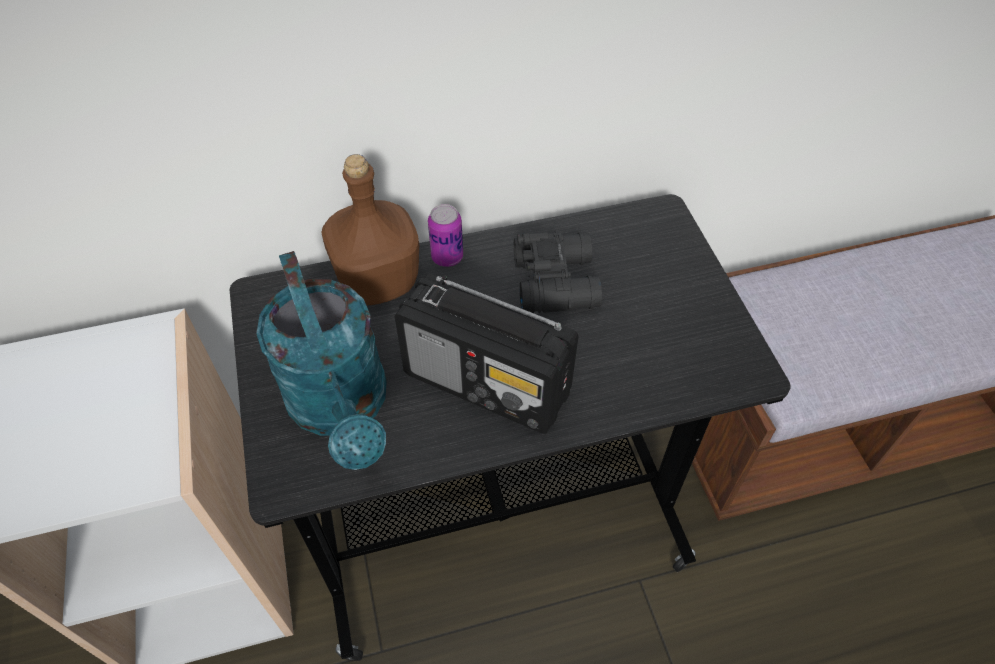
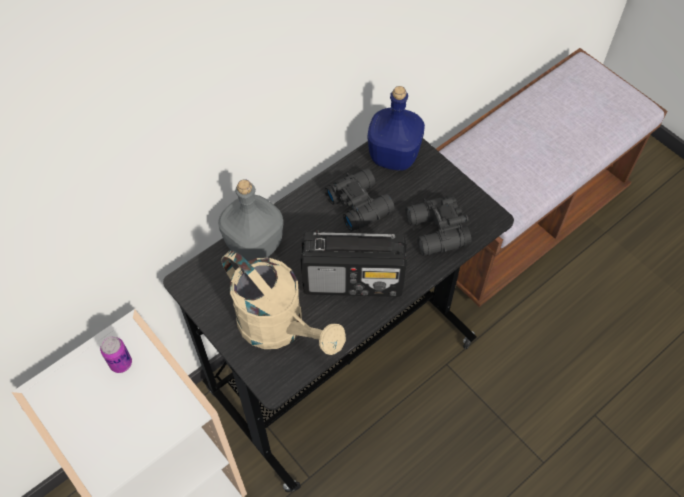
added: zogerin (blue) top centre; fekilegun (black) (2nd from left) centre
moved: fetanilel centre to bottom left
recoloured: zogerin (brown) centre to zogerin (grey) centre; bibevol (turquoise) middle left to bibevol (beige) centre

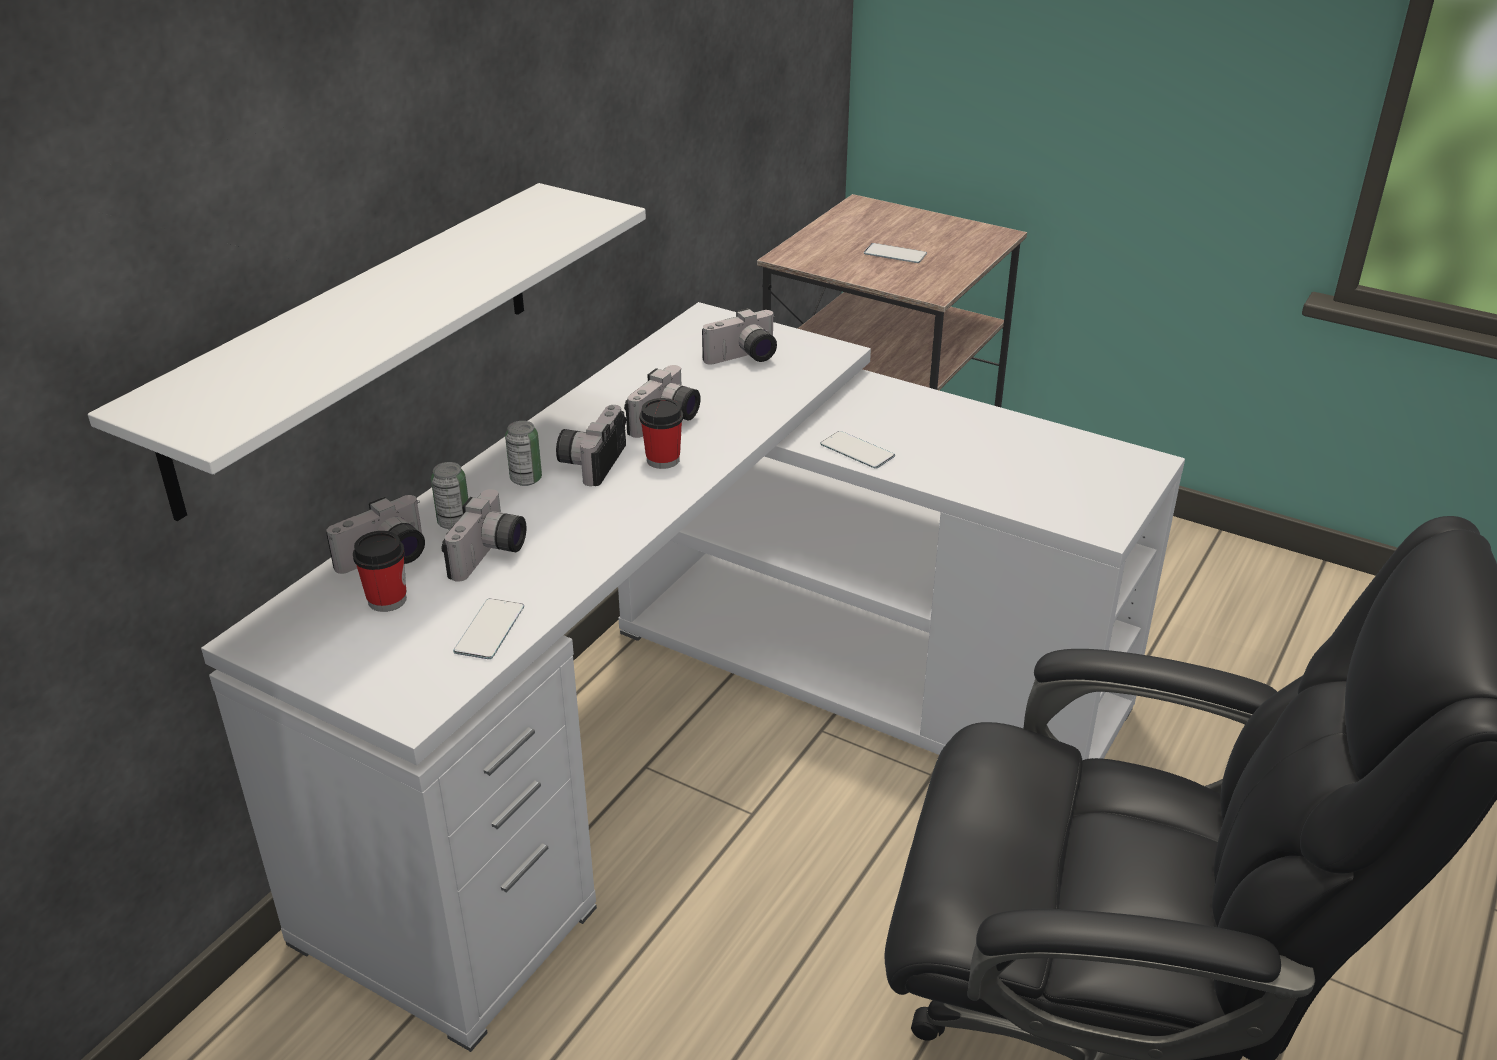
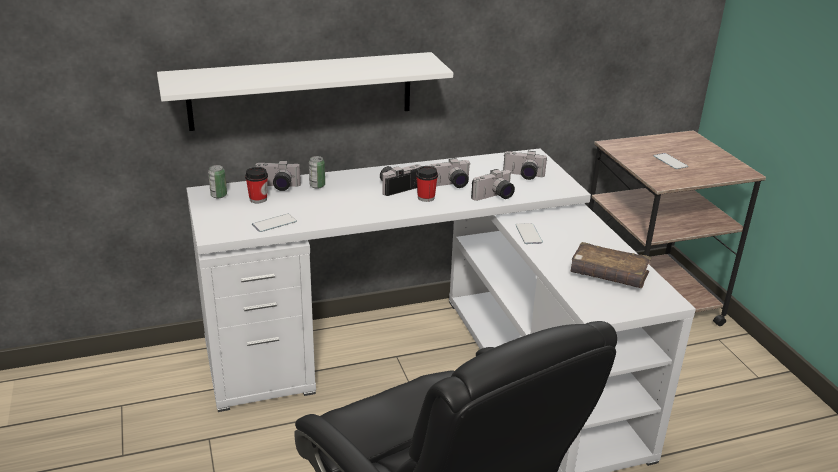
added: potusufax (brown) middle right
moved: fetanilel (2nd from left in the first image) centre to fetanilel (1st from left) middle left; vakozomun (2nd from left in the first image) middle left to vakozomun (4th from left) centre

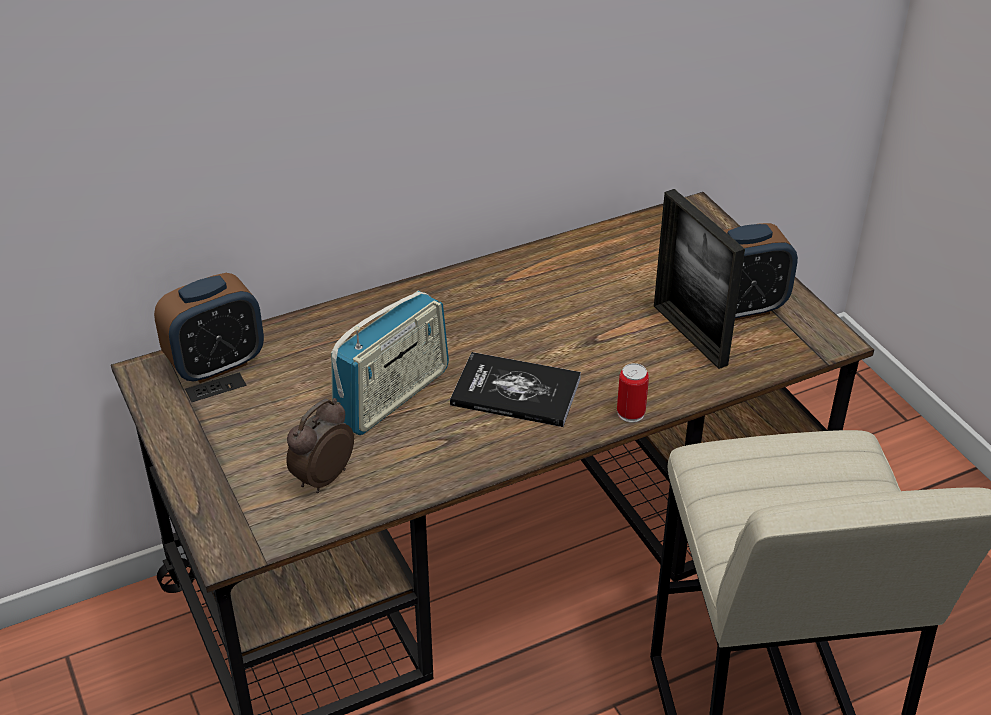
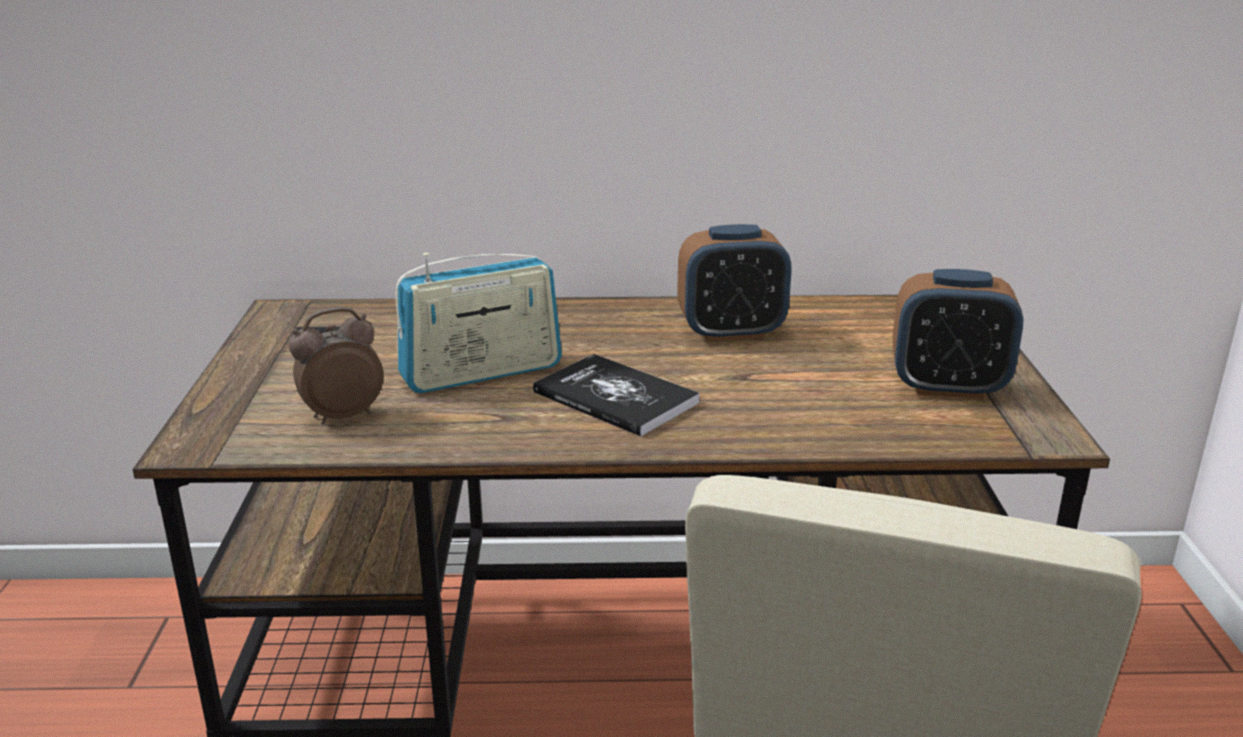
removed: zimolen middle right; fetanilel centre
moved: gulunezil (1st from left in the first image) middle left to gulunezil (2nd from left) centre

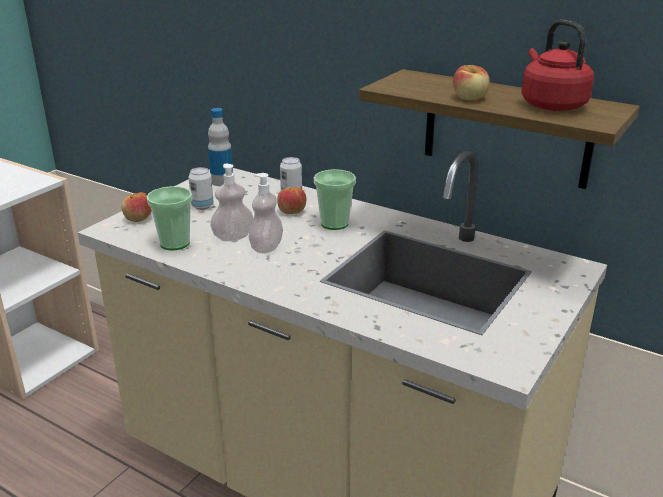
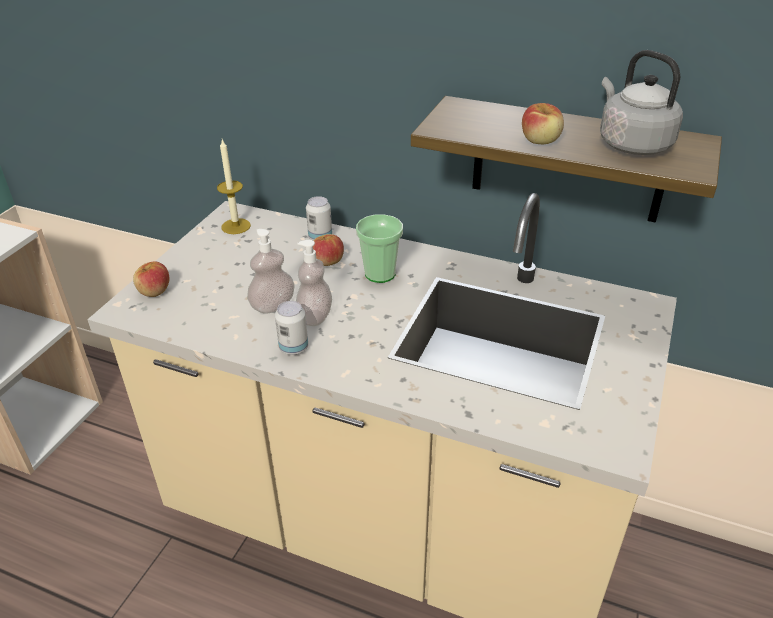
removed: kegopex (1st from left) middle left
moved: fetanilel (1st from left) middle left to centre
replaced: zogerin top left to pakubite top left
recoloured: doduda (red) top right to doduda (grey) top right

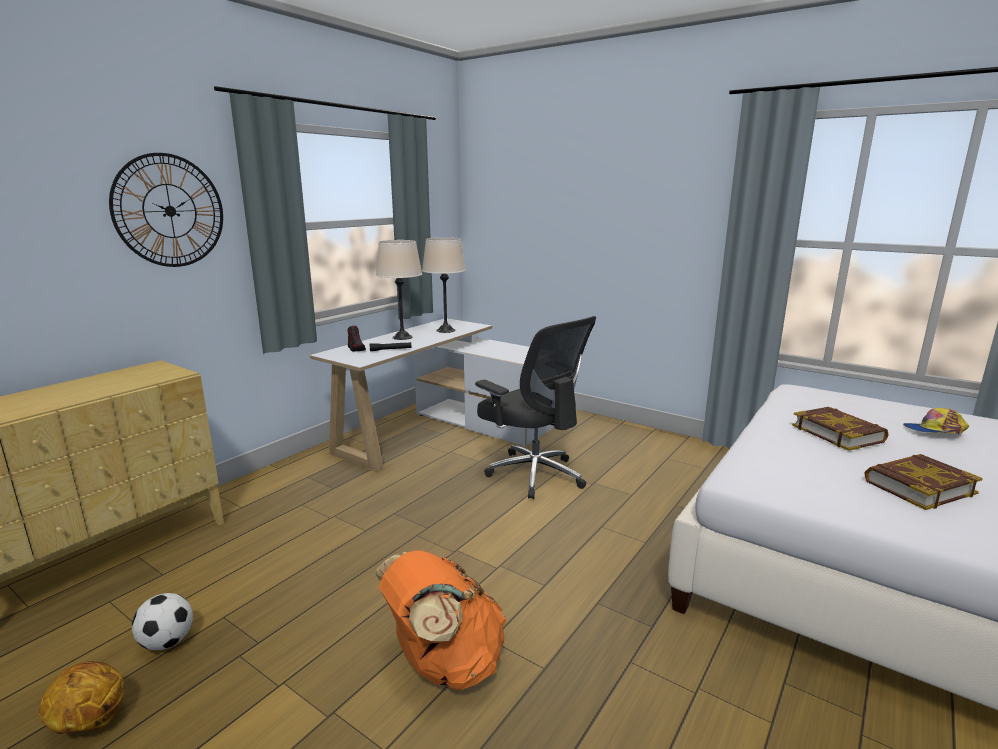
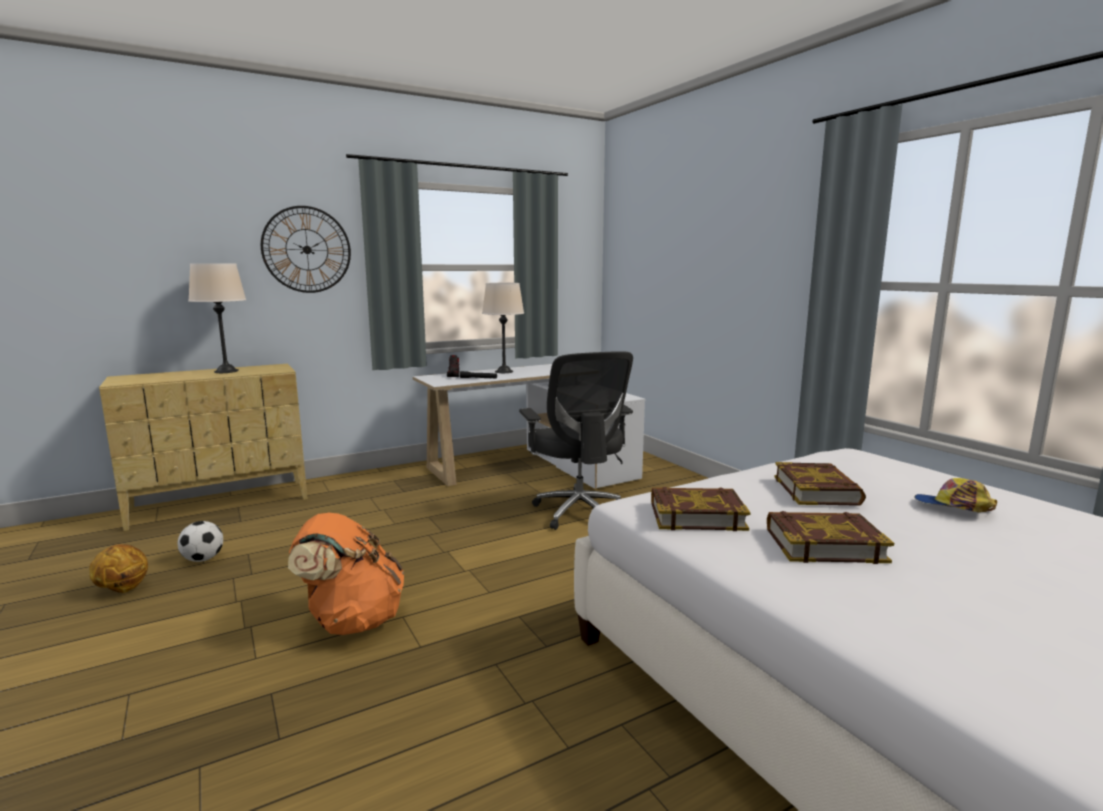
added: potusufax (1st from left) centre
moved: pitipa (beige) (2nd from left in the first image) centre to pitipa (beige) (1st from left) middle left

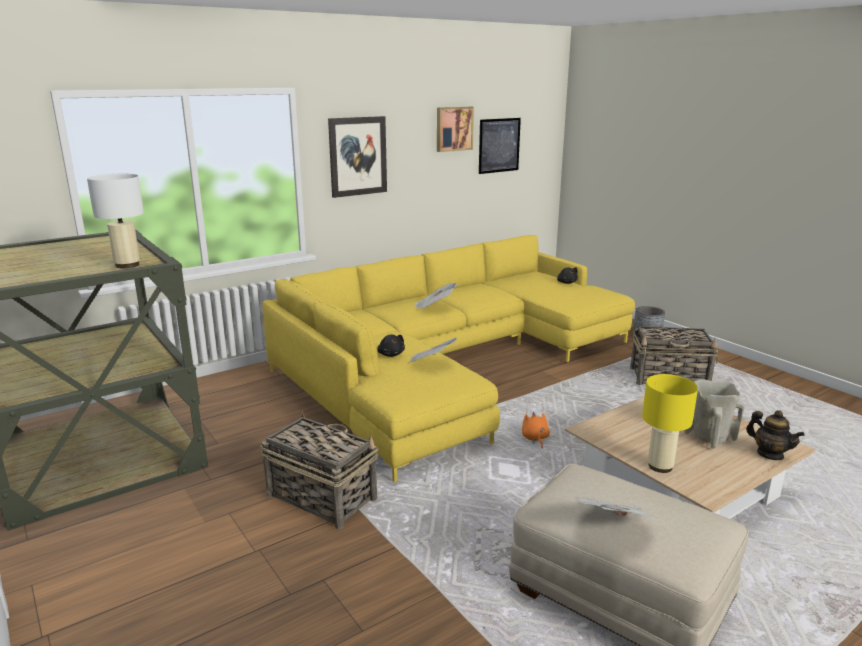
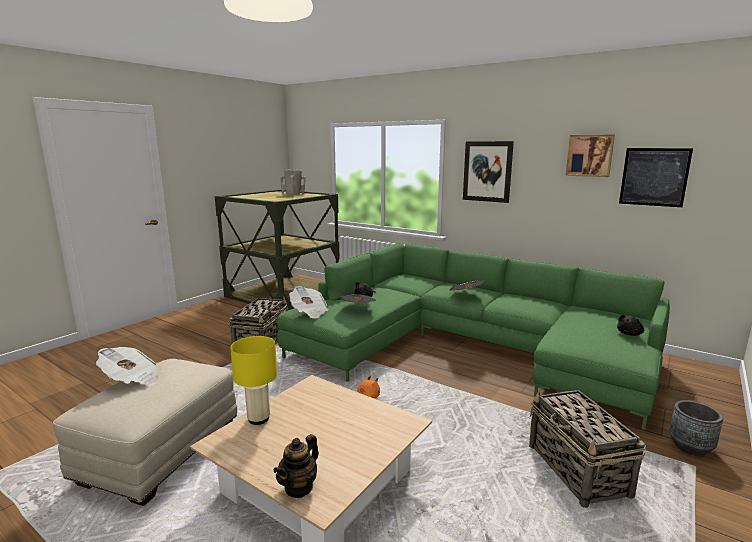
removed: pitipa (white) middle left
added: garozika (2nd from left) centre
moved: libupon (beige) middle right to centre
recoloured: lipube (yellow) centre to lipube (green) centre

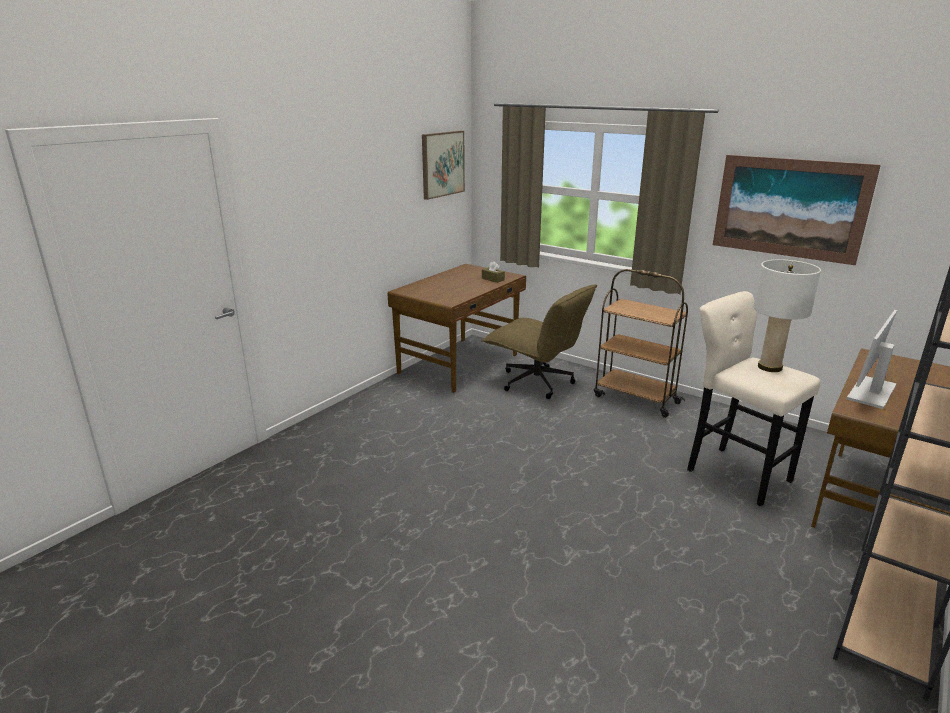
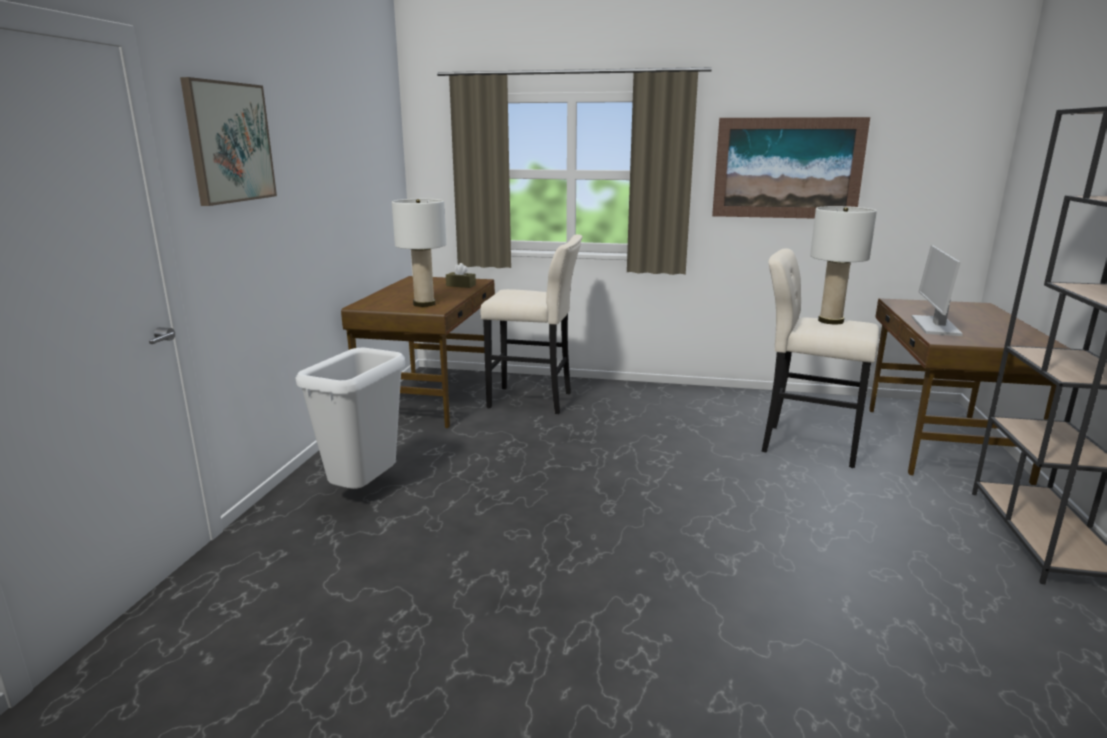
removed: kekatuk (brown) middle right
added: pitipa (white) (1st from left) centre; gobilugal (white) middle left
moved: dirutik (1st from left) top centre to top left
replaced: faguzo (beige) centre to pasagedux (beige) (1st from left) centre

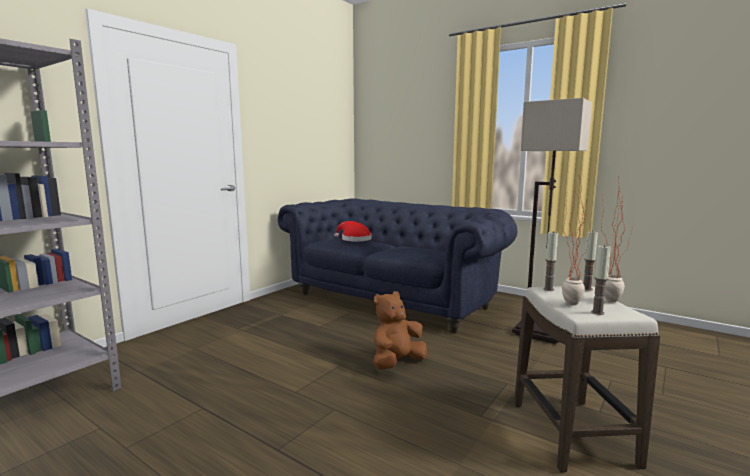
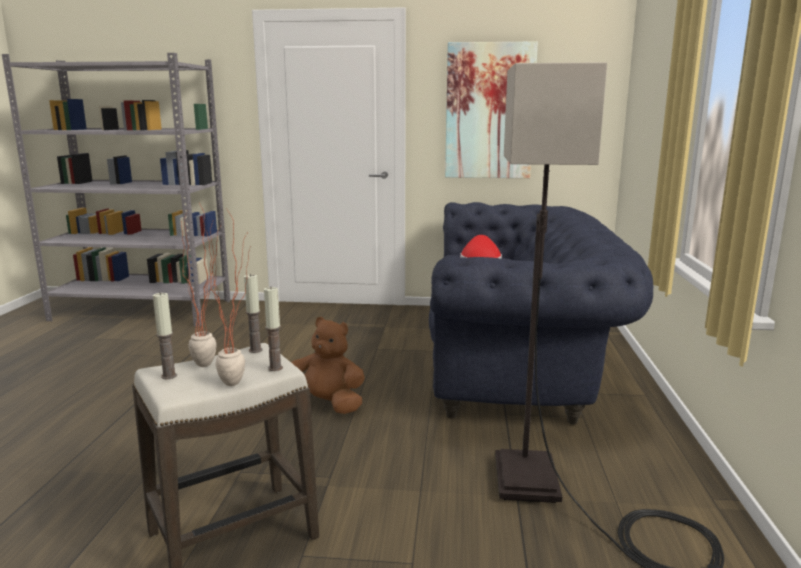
added: dirutik top centre

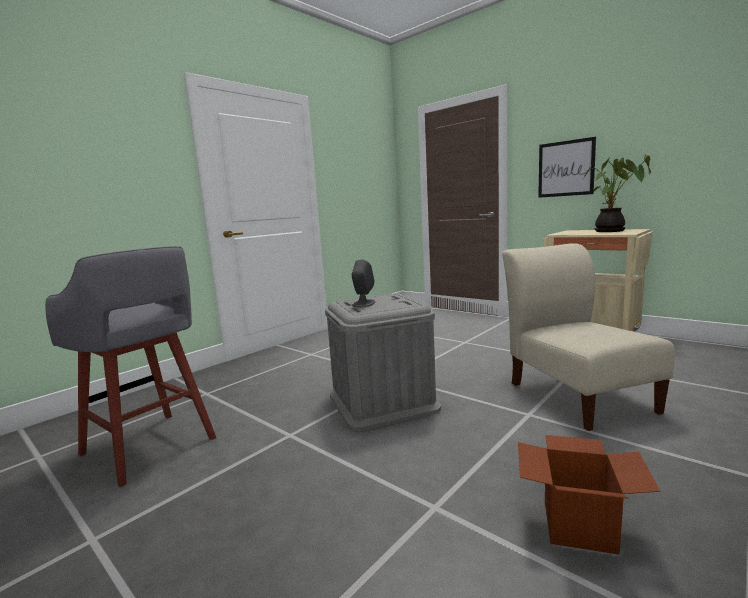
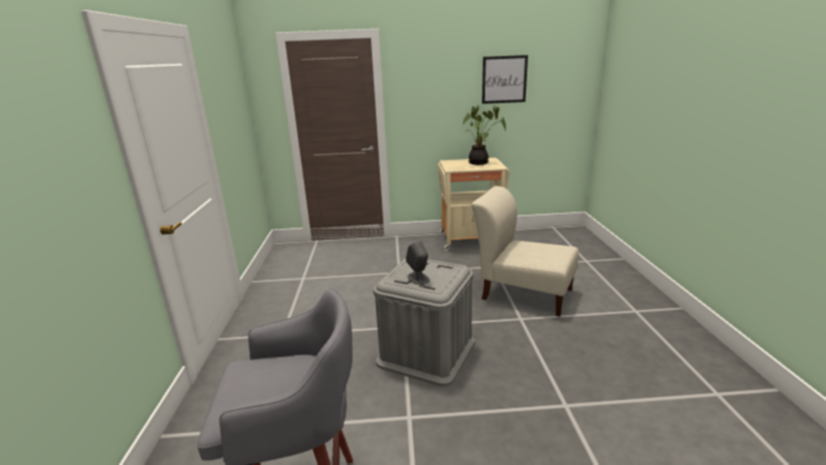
removed: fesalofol bottom right
moved: dirutik top right to top centre

